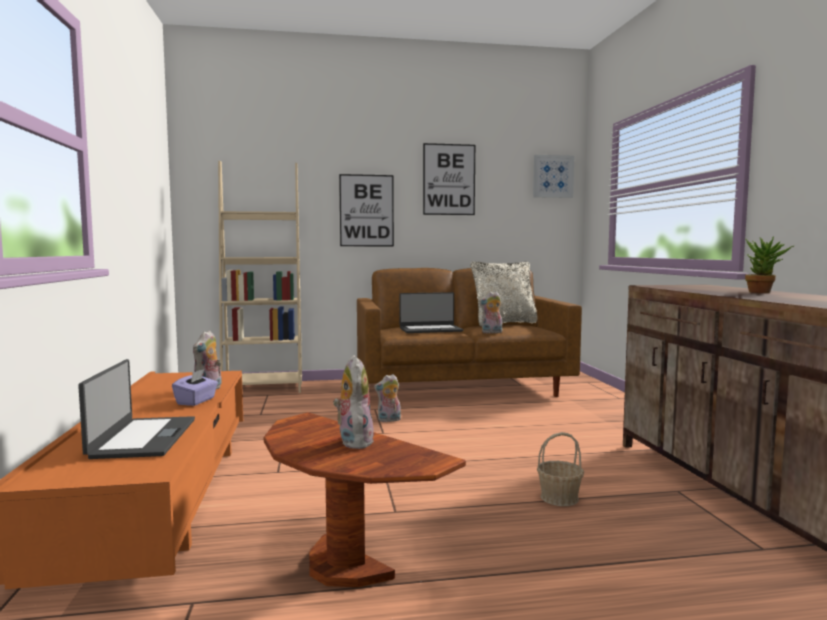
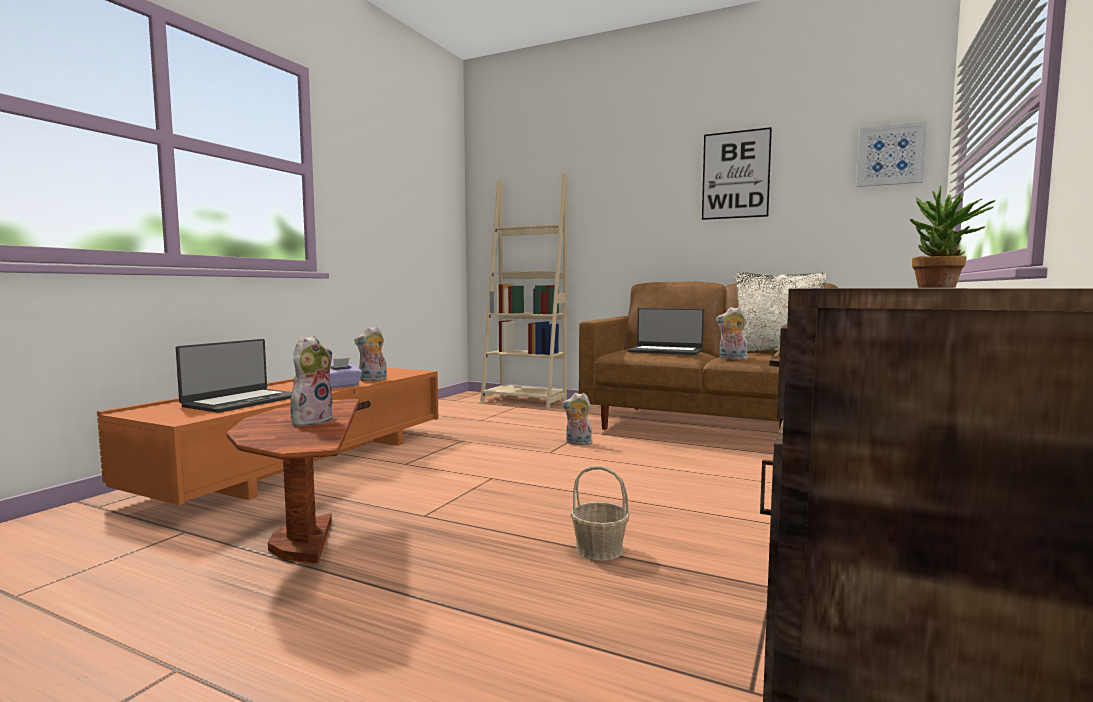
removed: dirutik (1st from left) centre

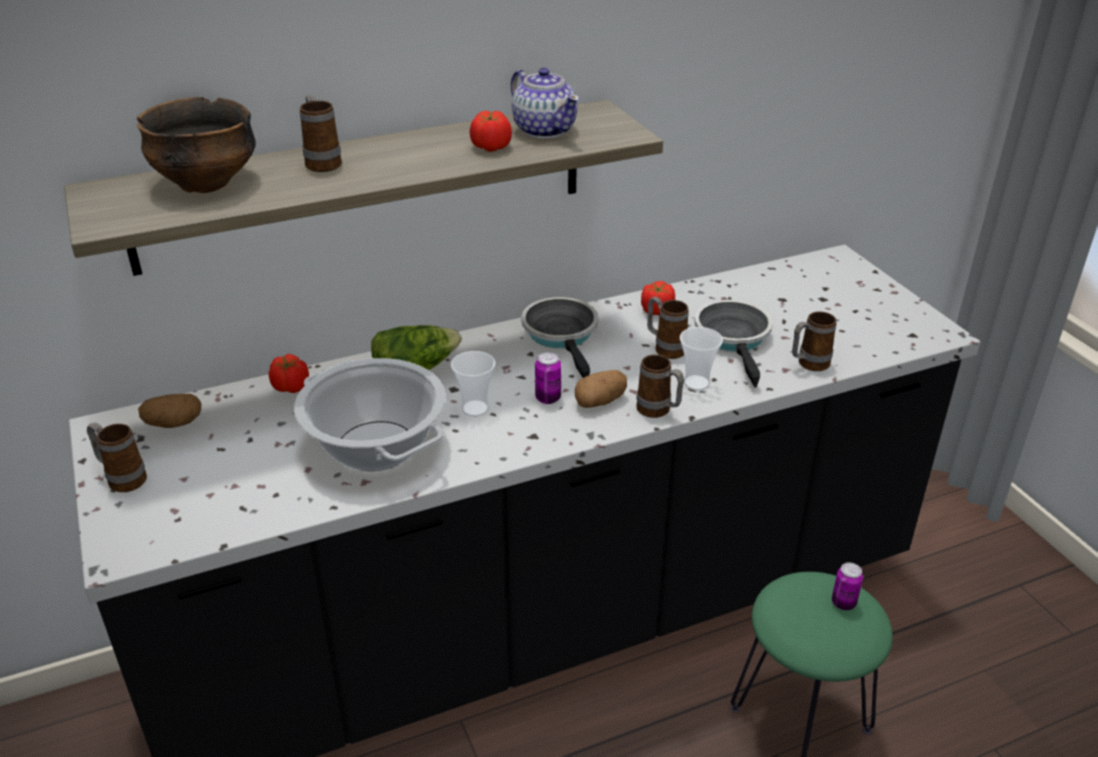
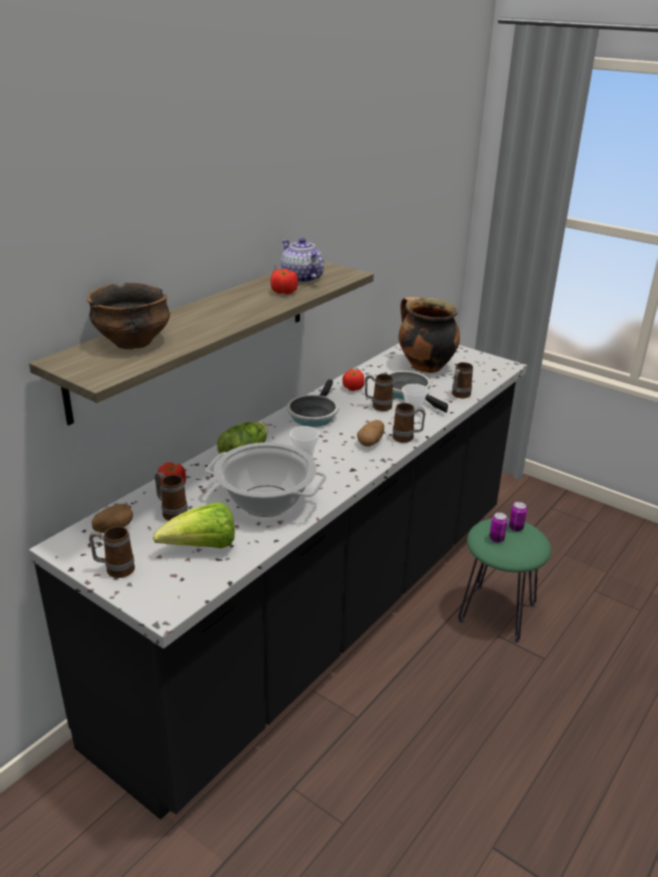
added: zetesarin (2nd from left) centre; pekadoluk (1st from left) middle left
moved: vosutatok (2nd from left) top left to middle left; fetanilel (1st from left) centre to middle right
turned: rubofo top centre = top centre 150 degrees counterclockwise; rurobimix (1st from left) centre = centre 120 degrees counterclockwise

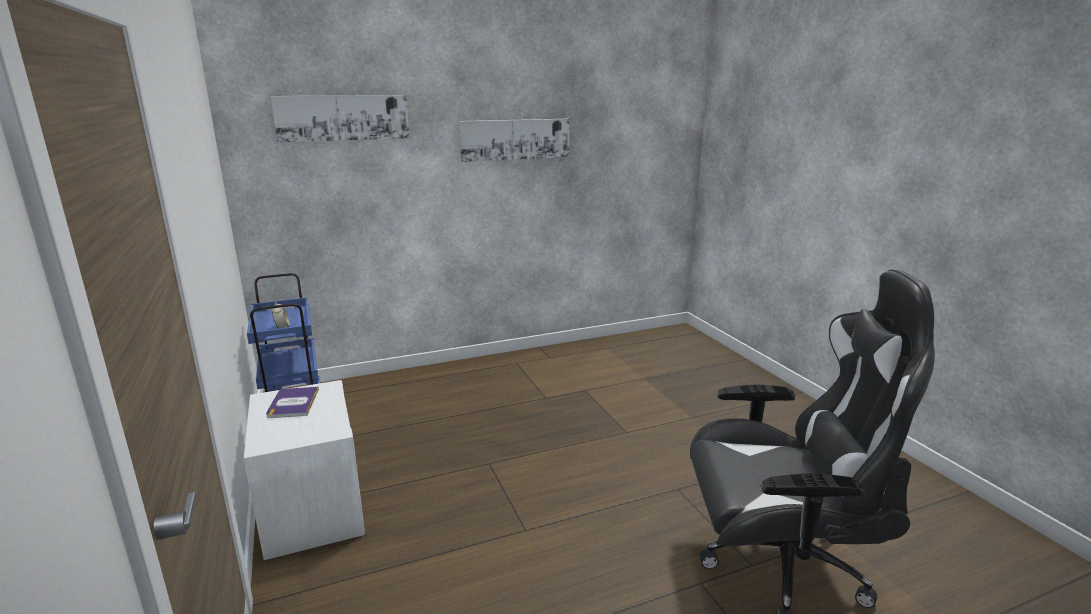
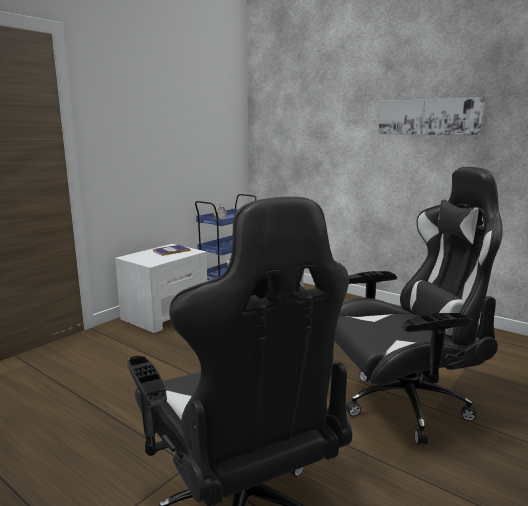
removed: dirutik (1st from left) top left
added: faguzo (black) (2nd from left) middle right

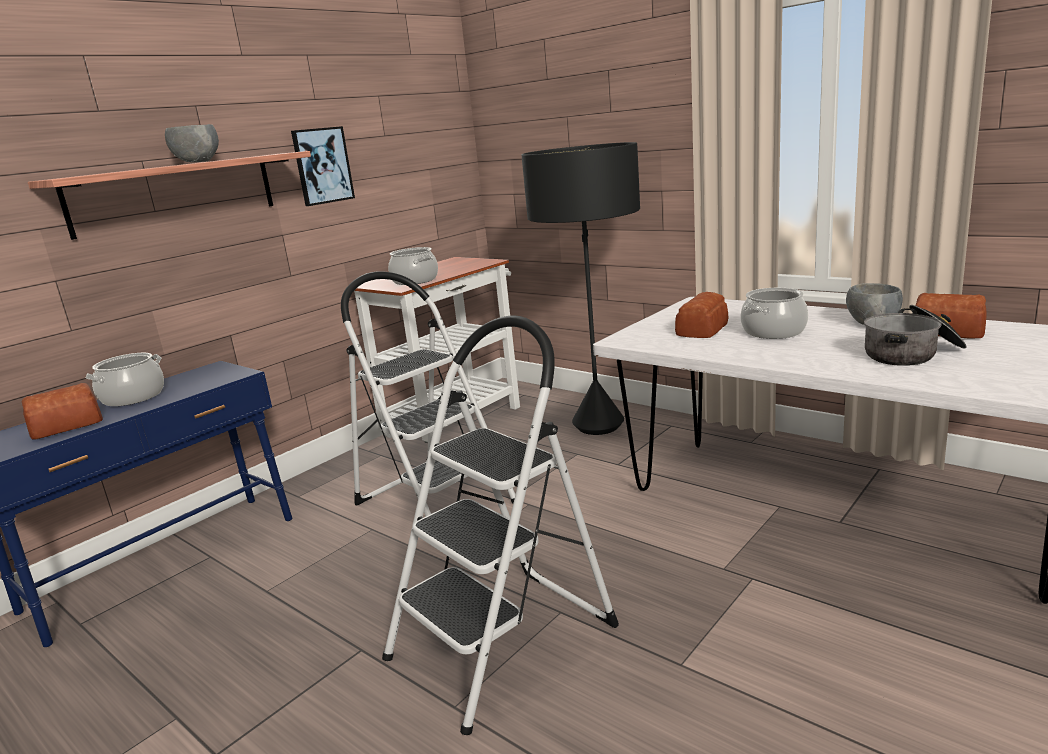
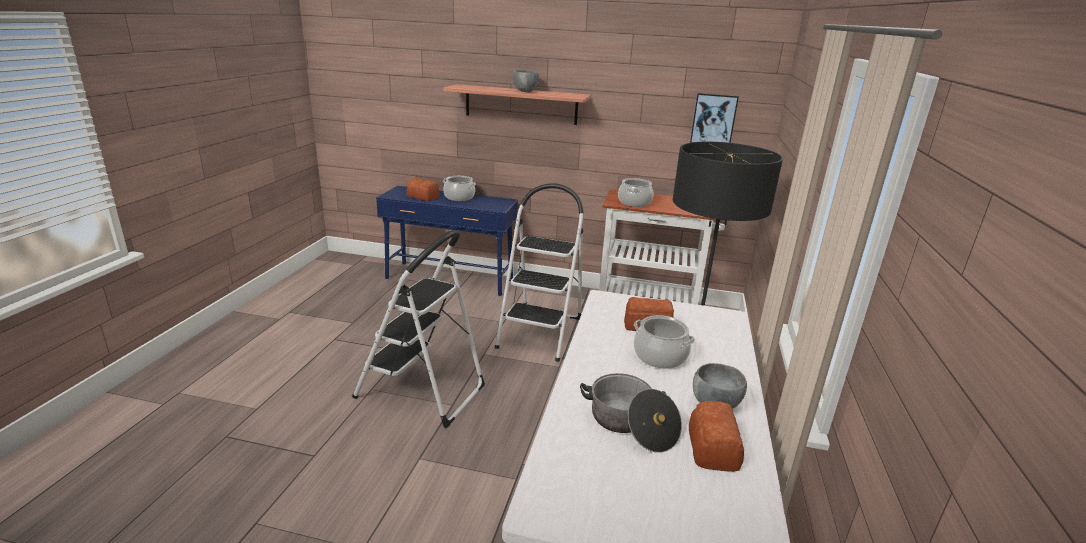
moved: dirutik top left to top centre

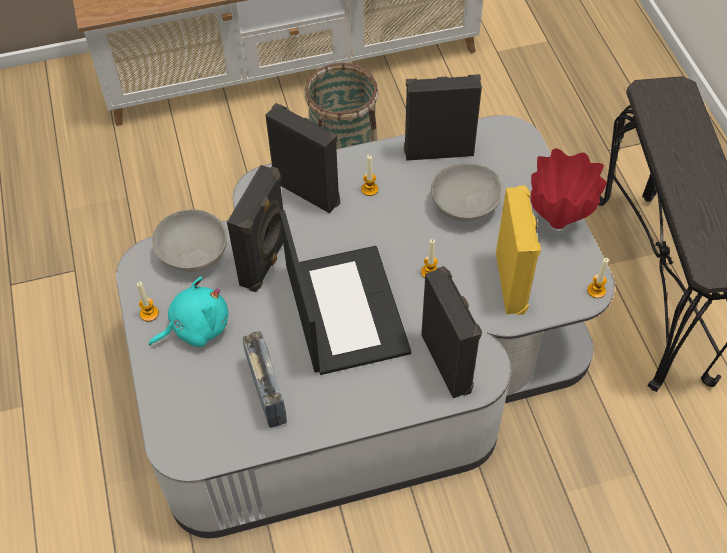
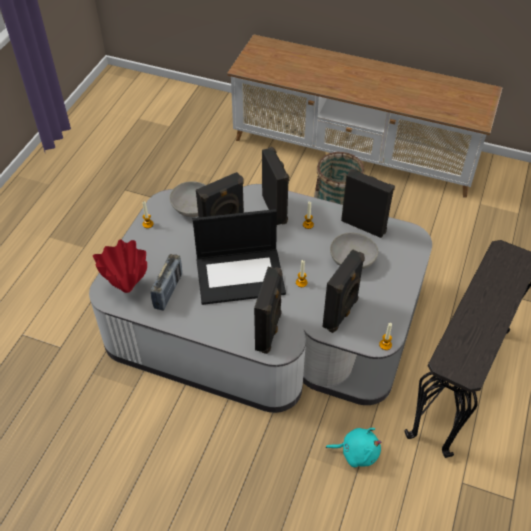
moved: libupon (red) middle right to middle left; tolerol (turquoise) middle left to bottom centre
recoloured: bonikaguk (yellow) middle right to bonikaguk (black) (4th from left) centre
turned: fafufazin centre = centre 60 degrees clockwise

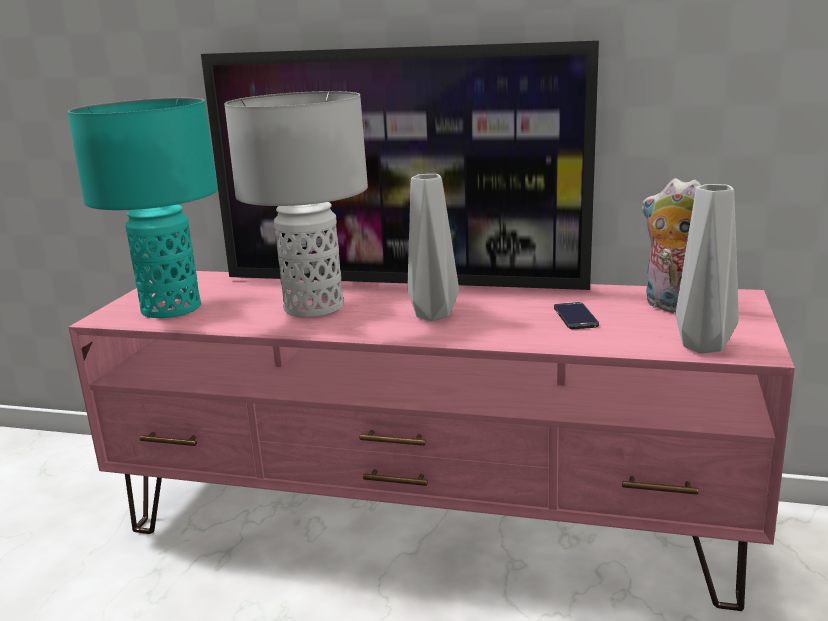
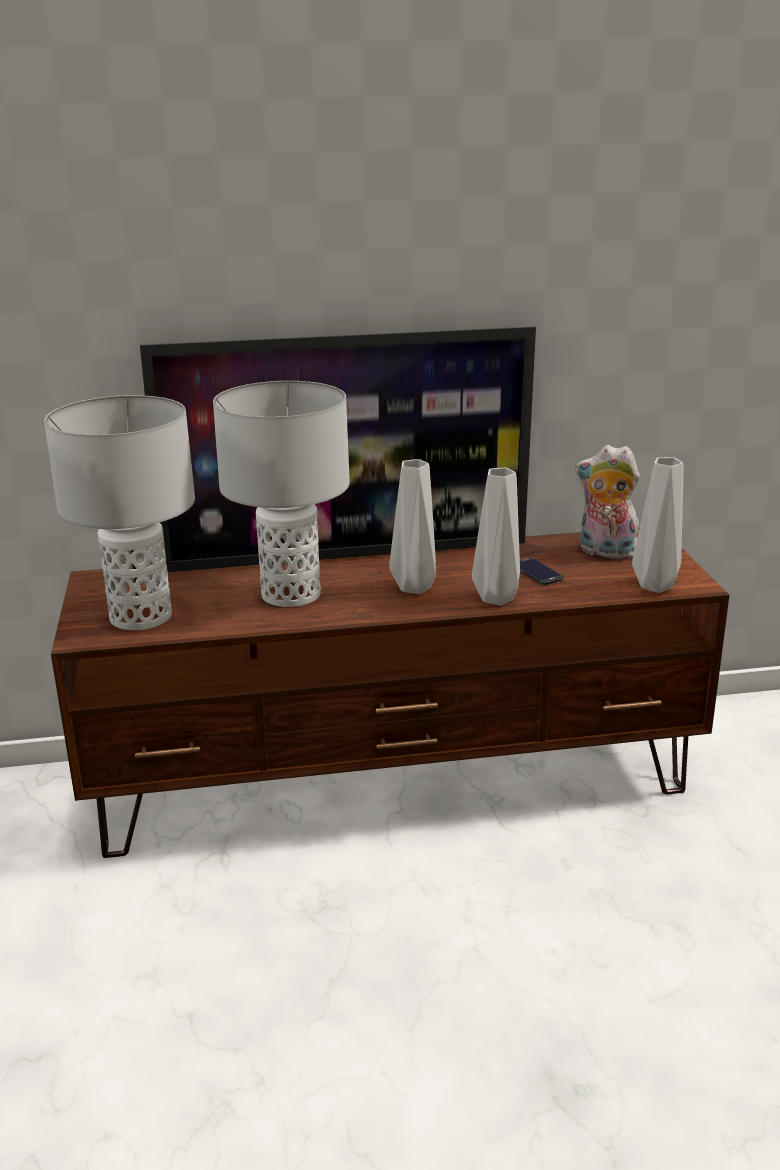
added: libupon (grey) (2nd from left) centre
recoloured: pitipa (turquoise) middle left to pitipa (white) (1st from left) middle left; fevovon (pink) bottom centre to fevovon (brown) centre

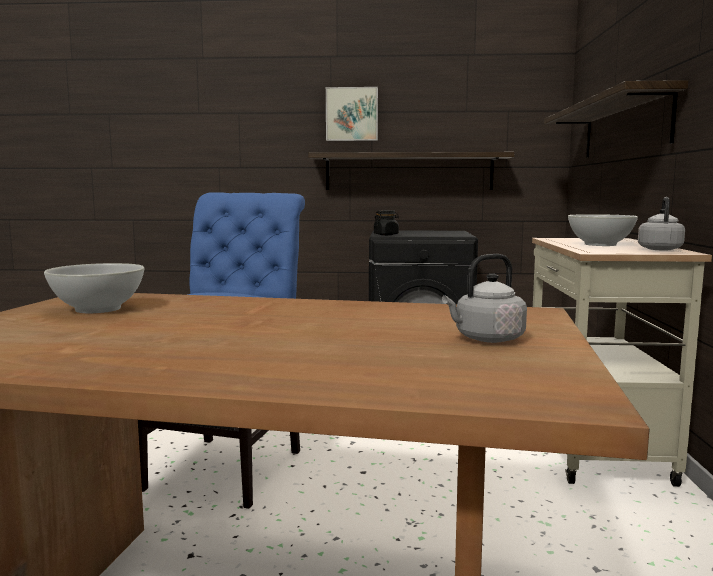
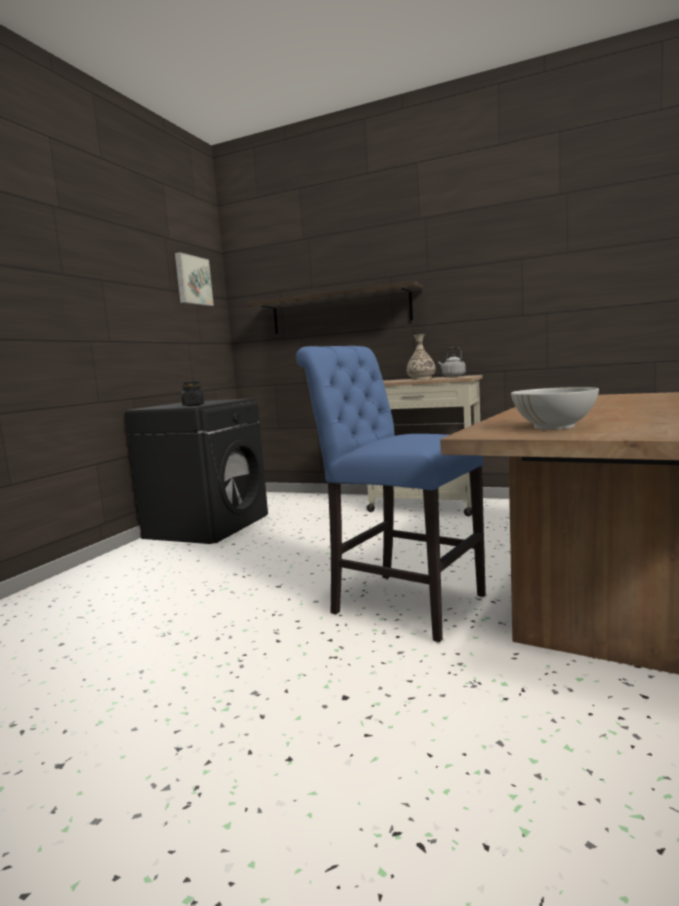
removed: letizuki (1st from left) top centre; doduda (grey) (1st from left) middle right
moved: dirutik top centre to top left
replaced: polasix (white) (2nd from left) middle right to libupon centre

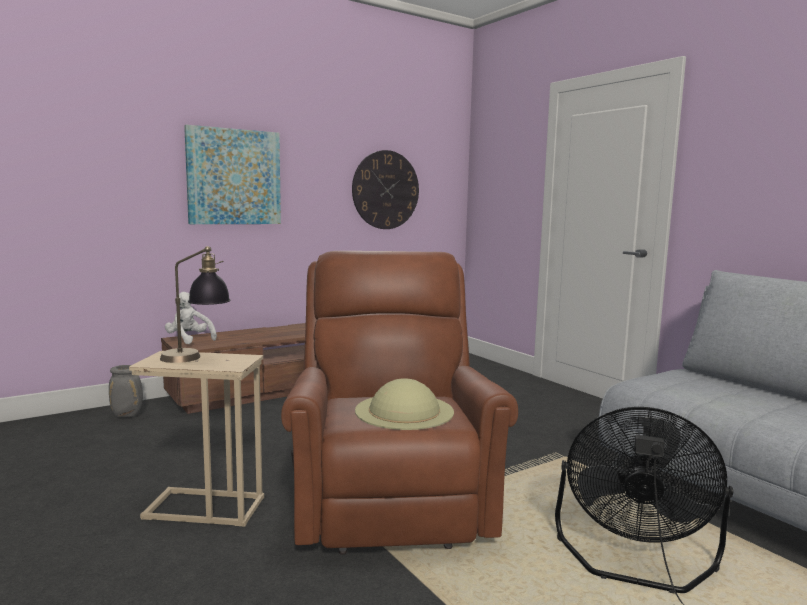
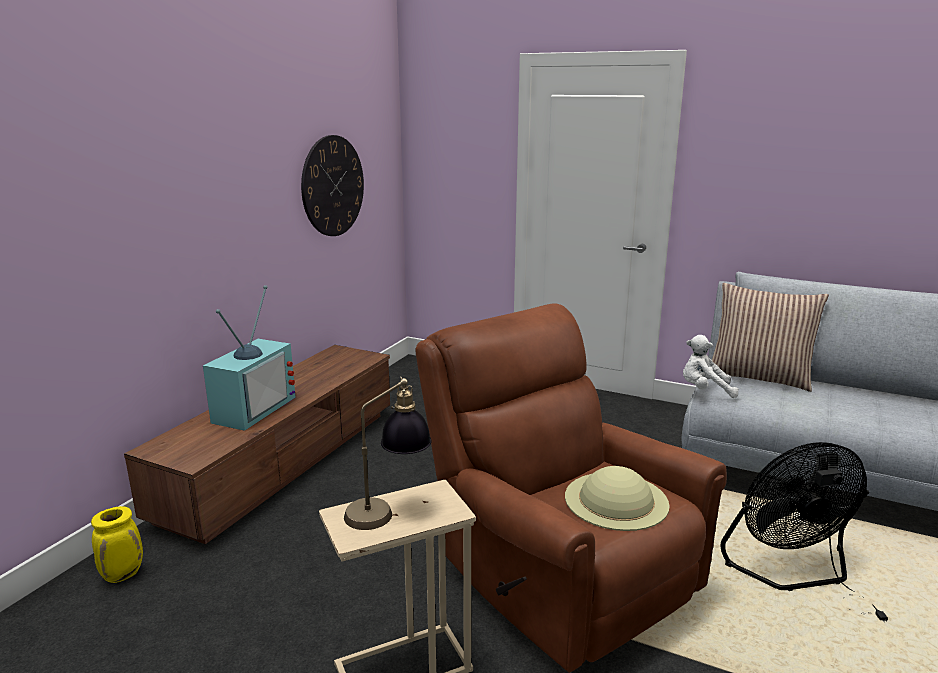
removed: dirutik top left
added: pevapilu middle right; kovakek middle left
moved: tolerol (white) middle left to middle right
recoloured: libupon (grey) middle left to libupon (yellow) bottom left

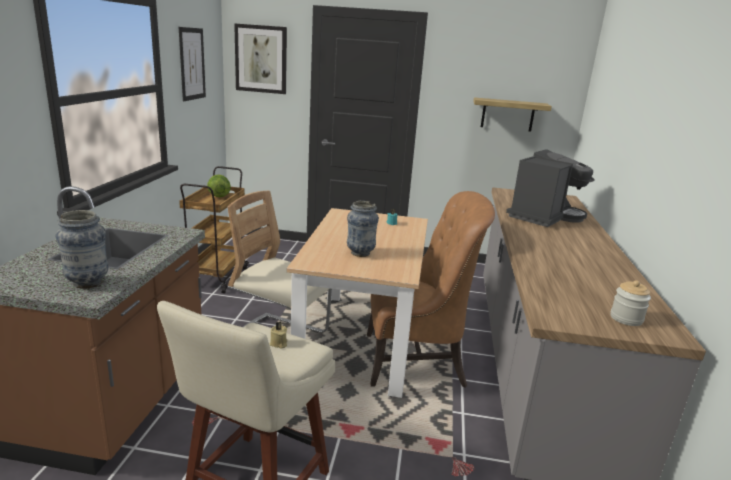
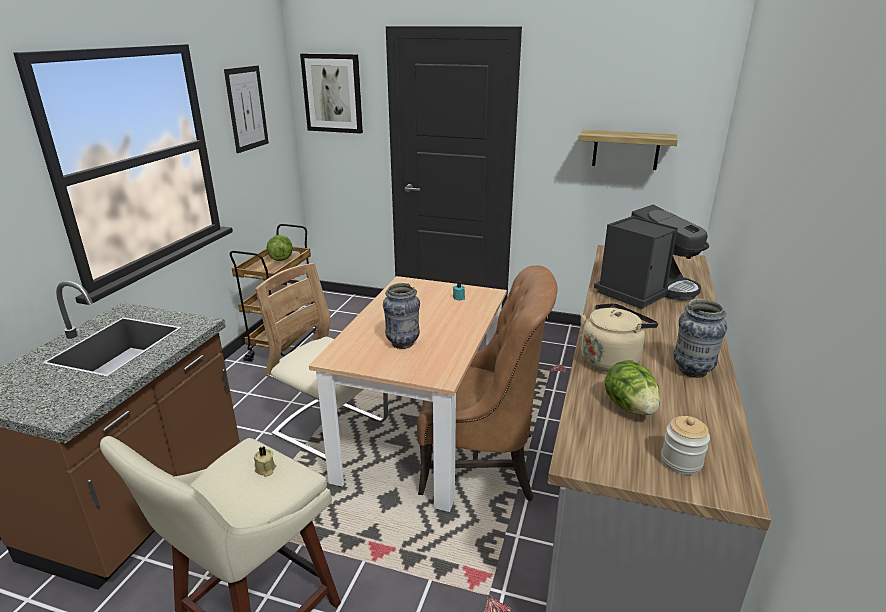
added: doduda (beige) middle right; pekadoluk (2nd from left) middle right
moved: libupon (1st from left in the first image) middle left to libupon (2nd from left) middle right

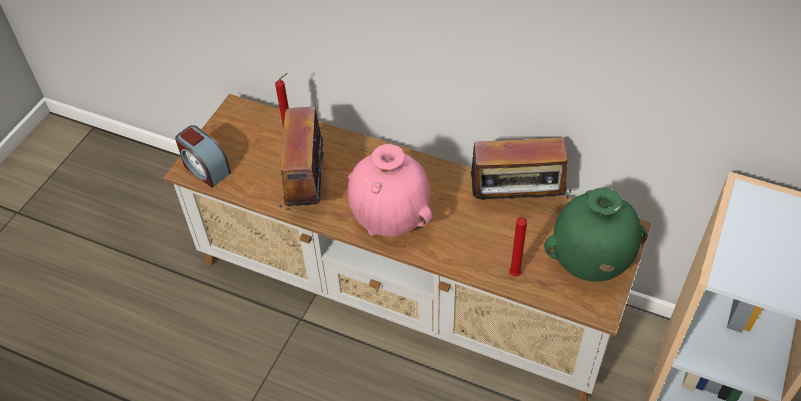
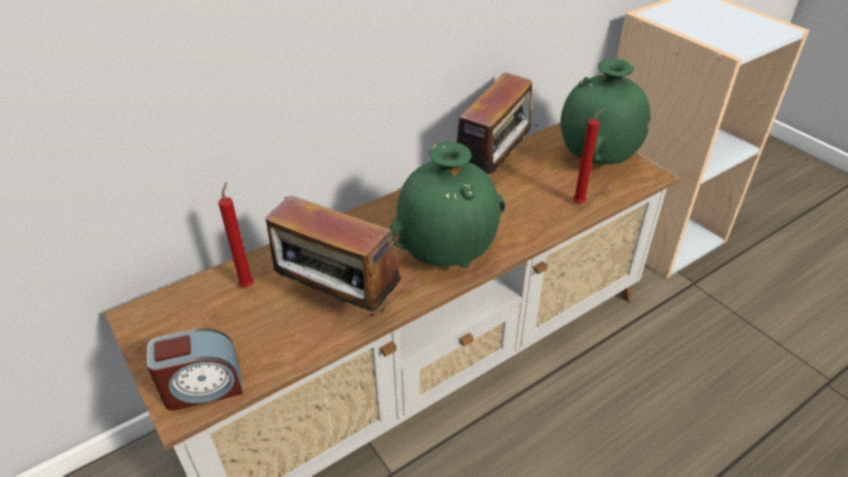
recoloured: libupon (pink) centre to libupon (green) (1st from left) centre

